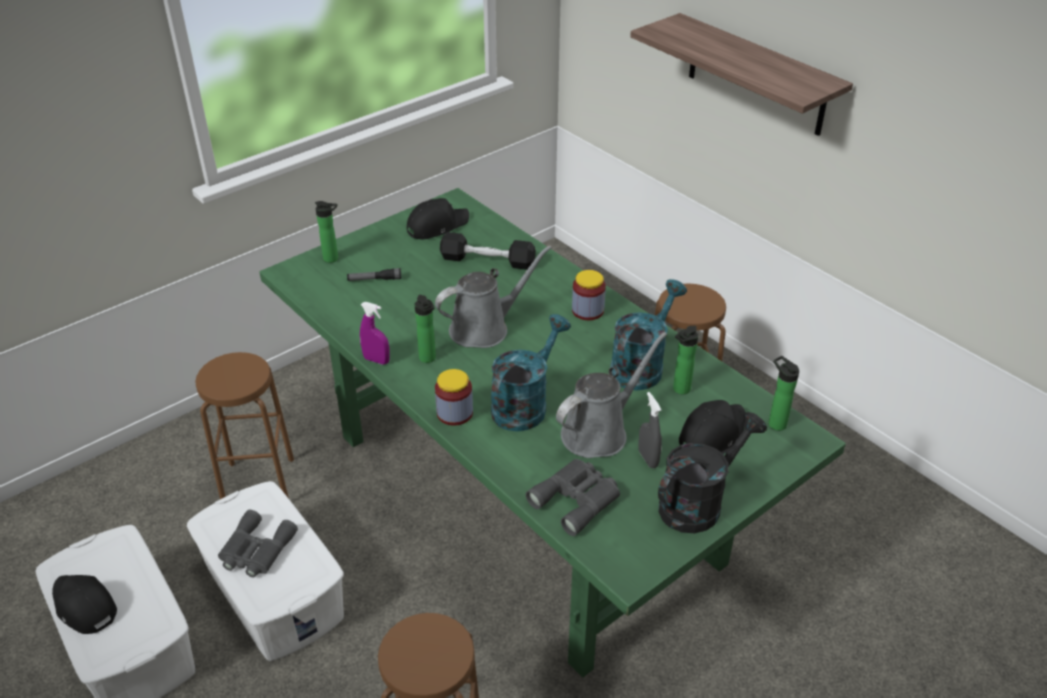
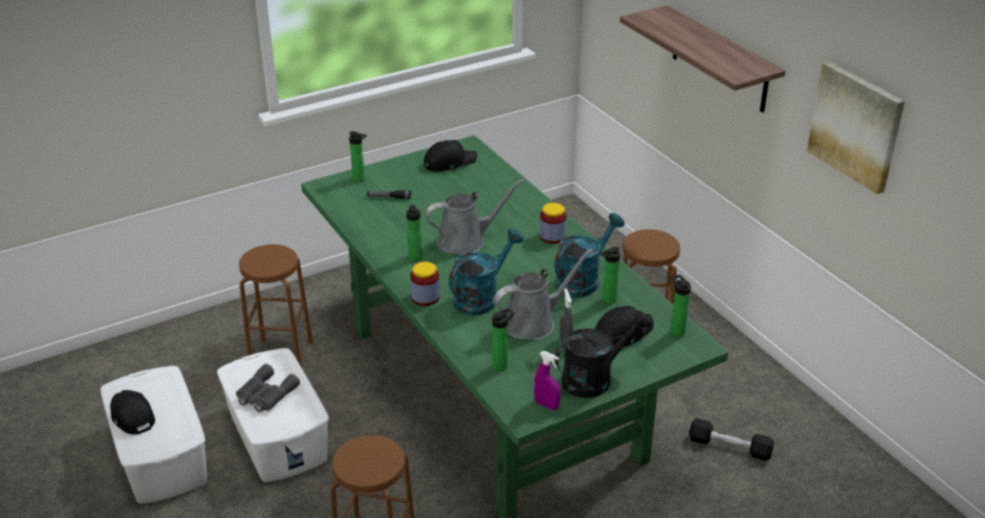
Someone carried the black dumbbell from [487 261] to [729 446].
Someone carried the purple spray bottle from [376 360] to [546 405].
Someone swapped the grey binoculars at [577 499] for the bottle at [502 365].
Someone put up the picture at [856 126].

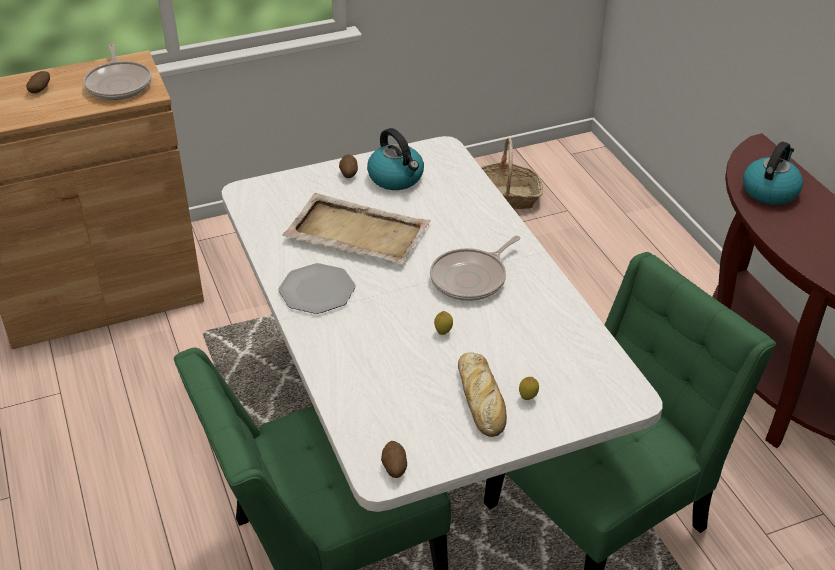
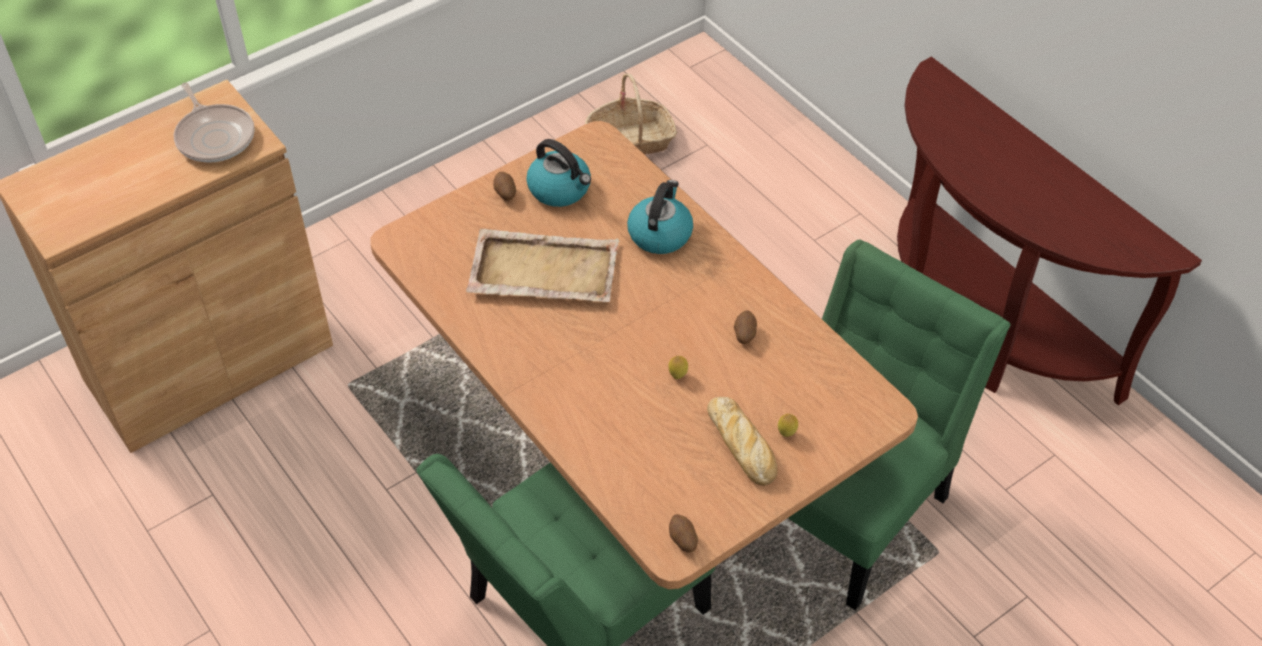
Someone carried the potato from [40 90] to [744 335].
Someone repainted the white dining table at [418 441], which became the brown dining table at [632 465].
Someone carried the kettle from [770 191] to [660 233].
Someone took away the frying pan at [471 278].
Someone took away the plate at [317 290].

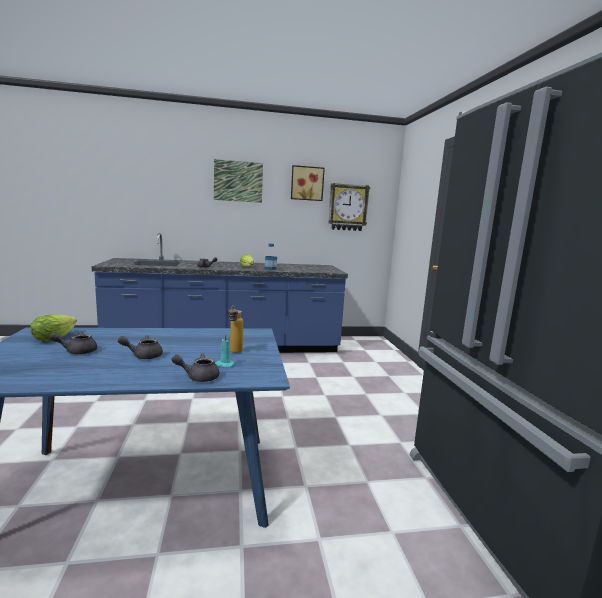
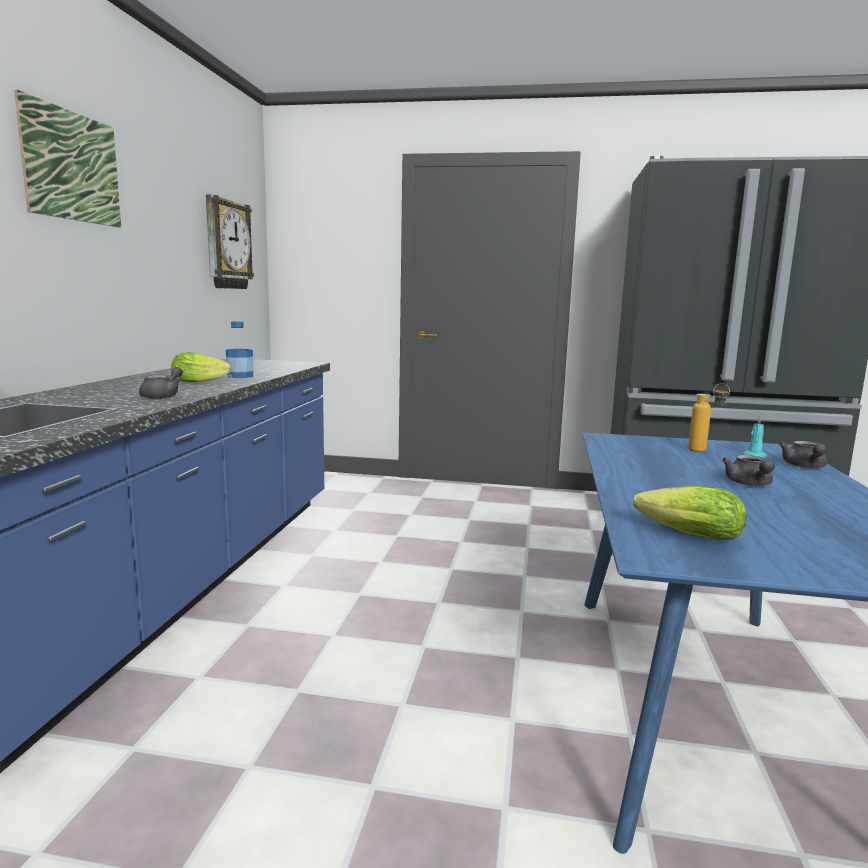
Someone took away the picture at [307 183].
Someone took away the grey teapot at [77 351].

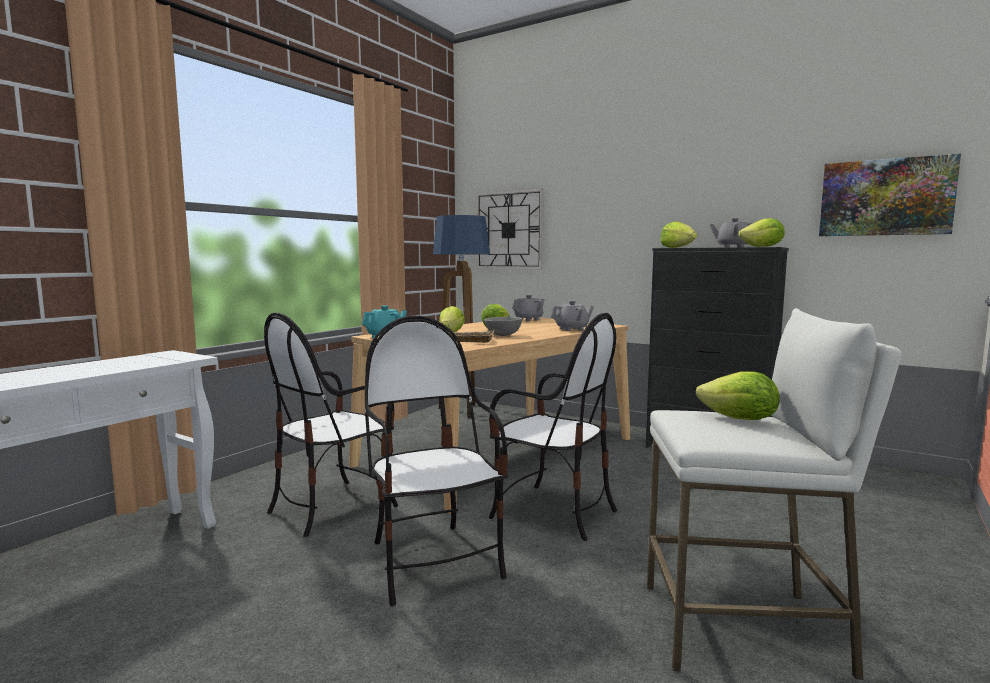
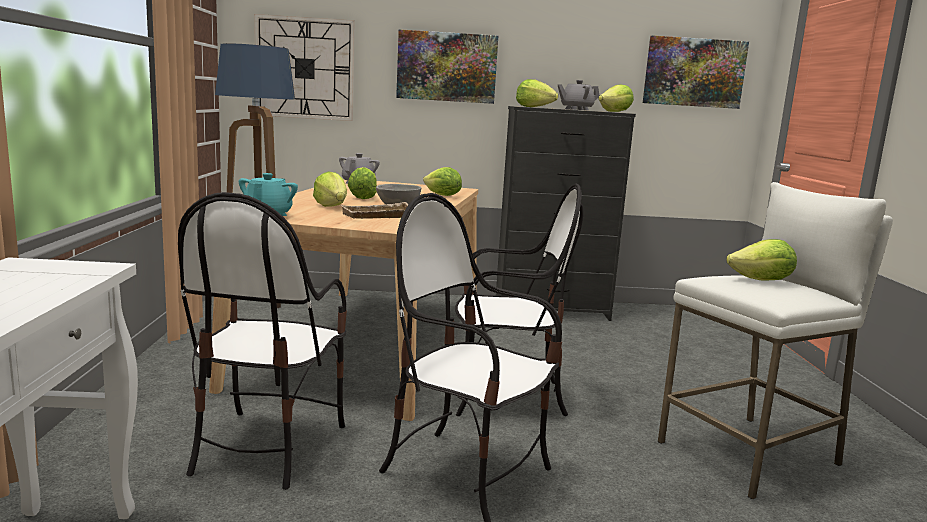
Someone swapped the grey teapot at [572 329] for the lettuce at [442 195].
Someone put up the picture at [446 67].

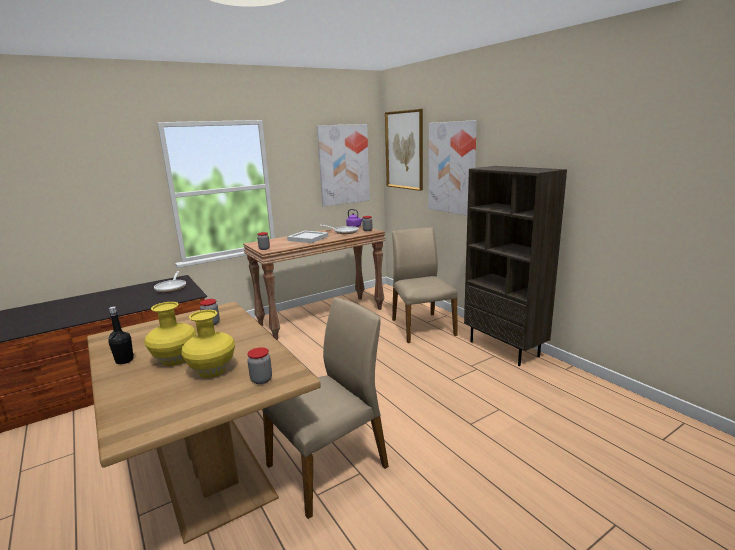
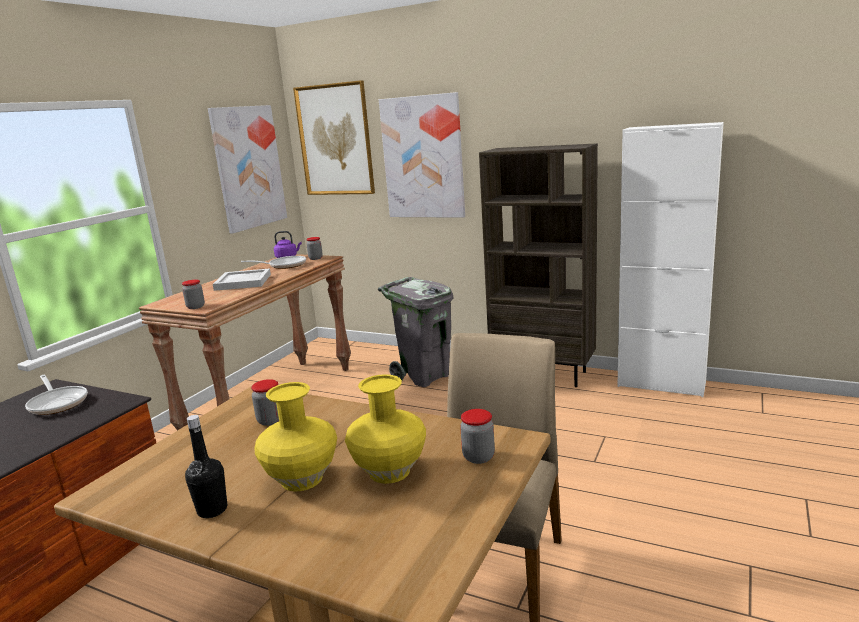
Someone swapped the beige chair at [421 327] for the grey trash can at [424 376].
Someone put down the white cabinet at [661 384].

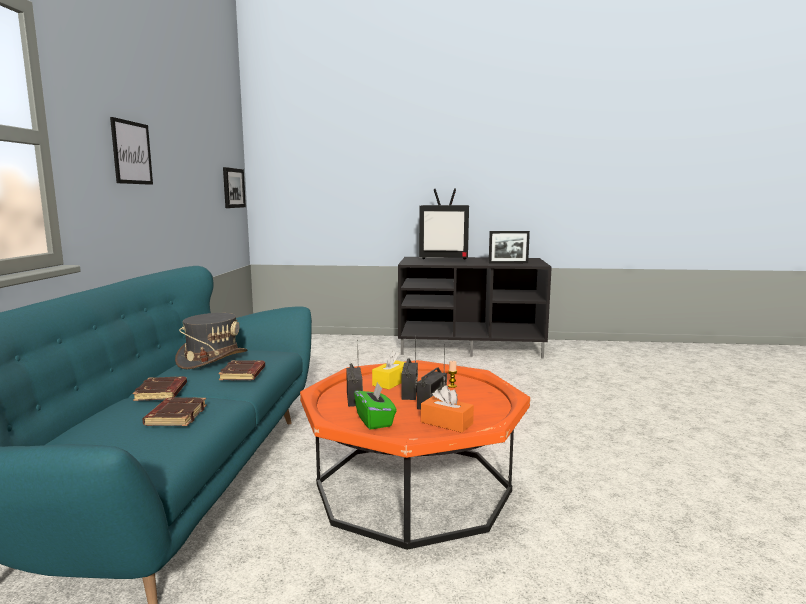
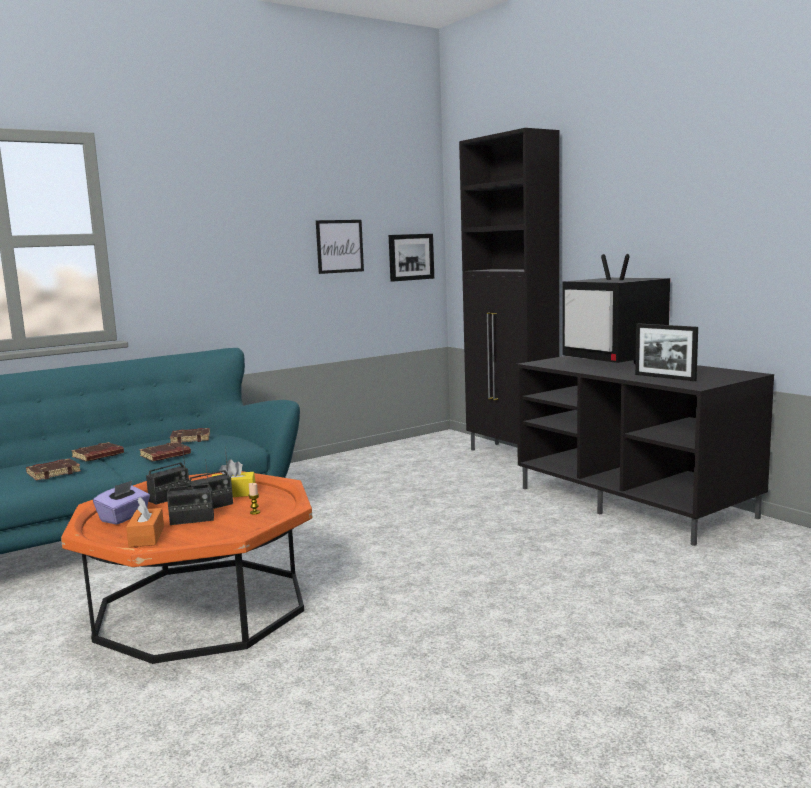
Someone carried the picture from [131 152] to [339 246].
Someone swapped the grey hat at [212 359] for the brown book at [191 439].
Someone repainted the green tissue box at [375 421], which became the purple tissue box at [124 517].
Someone put down the black cabinet at [512 455].

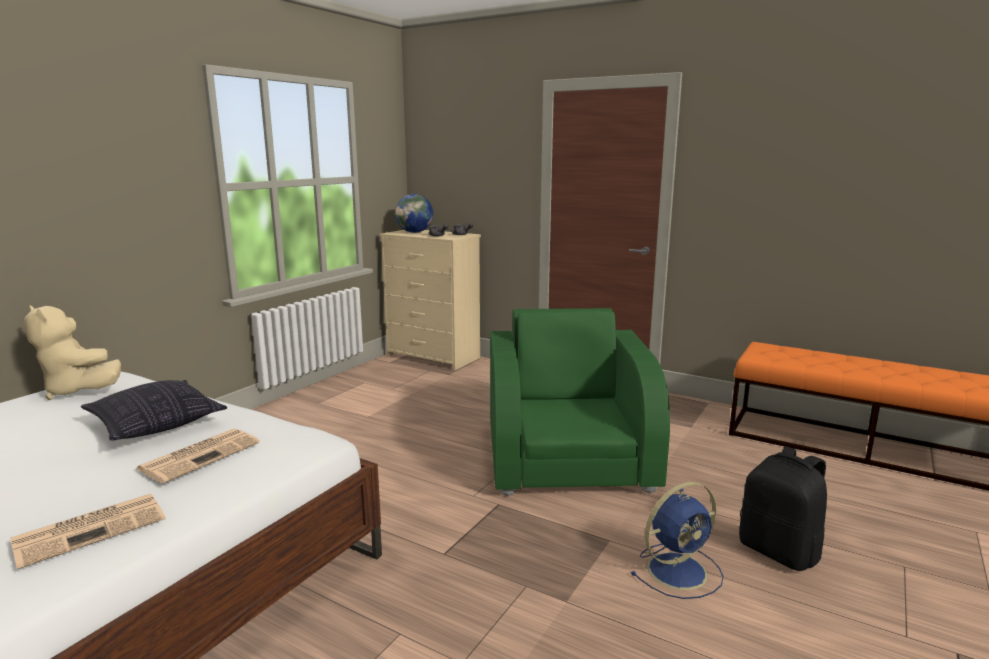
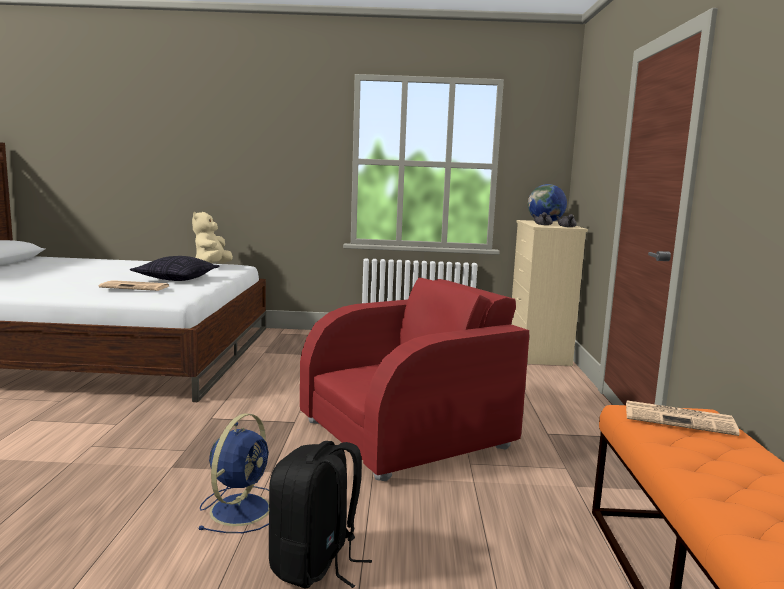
Someone repainted the green armchair at [568 457], which became the red armchair at [407 433].
Someone rotated the blue fan at [679 570] by 105 degrees counterclockwise.
Someone carried the newspaper from [92 529] to [680 419].

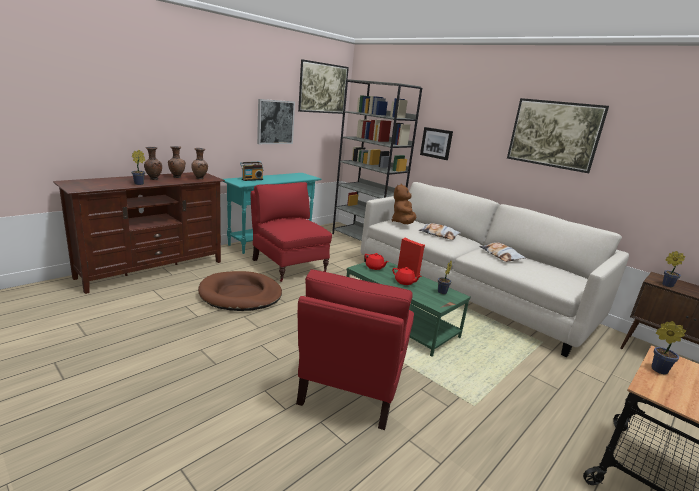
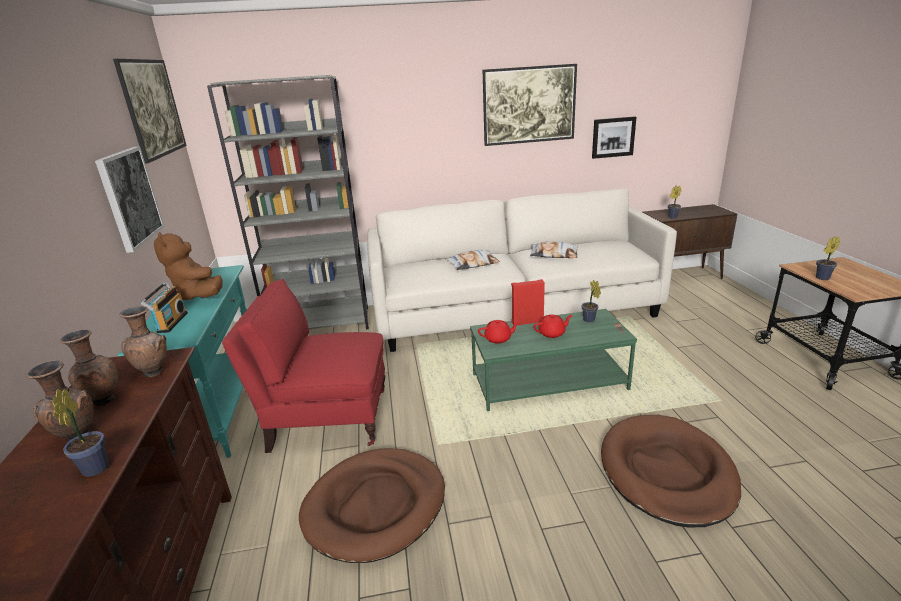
Someone carried the picture from [436 143] to [613 137].
Someone carried the brown plush toy from [403 223] to [198 296].
Someone swapped the red armchair at [352 386] for the brown dog bed at [666 472].

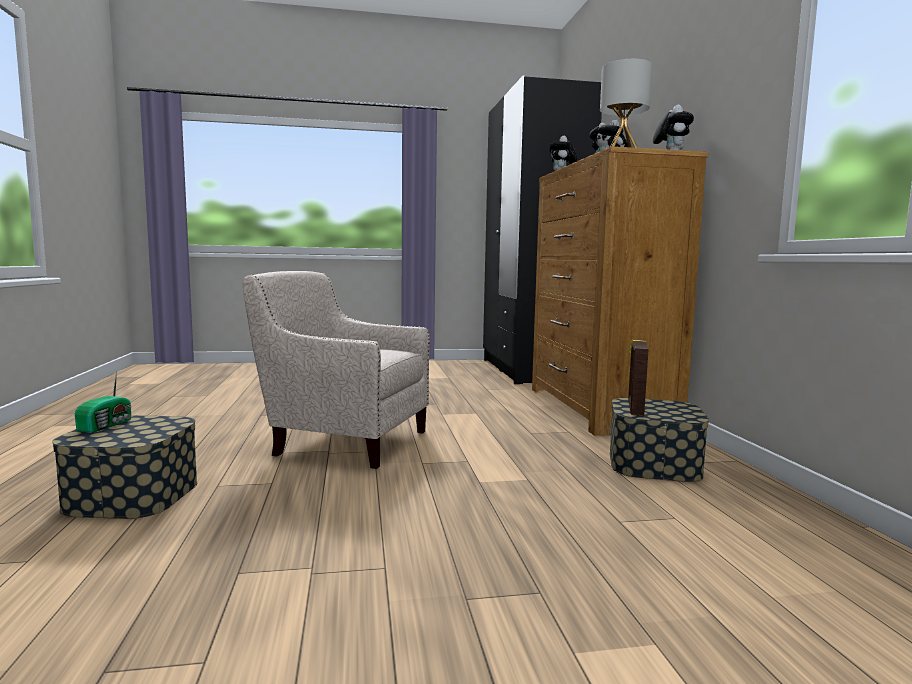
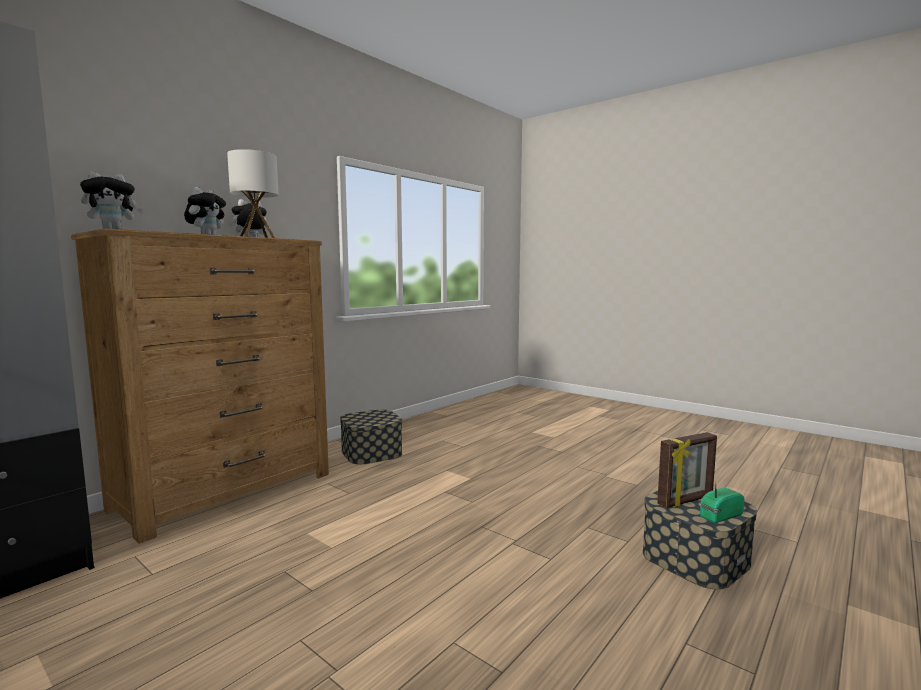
Someone took away the beige armchair at [345 440].
Someone carried the picture frame from [634 408] to [686 501].

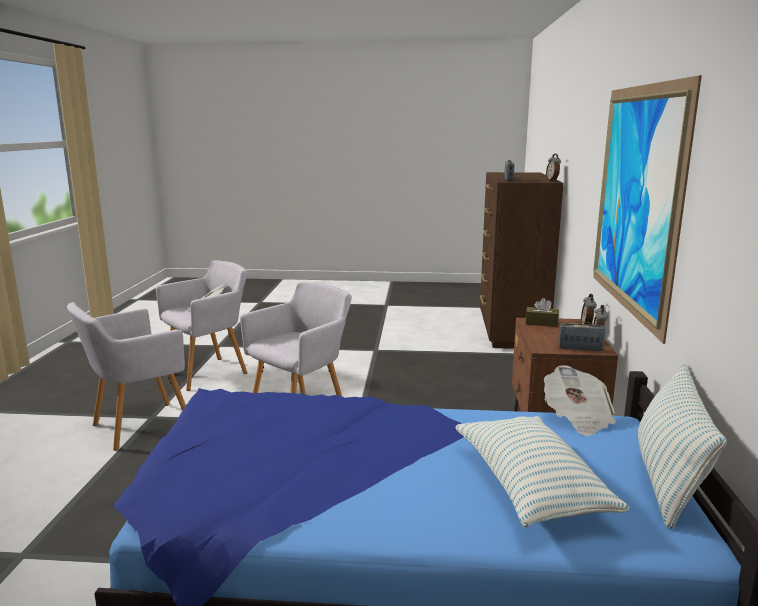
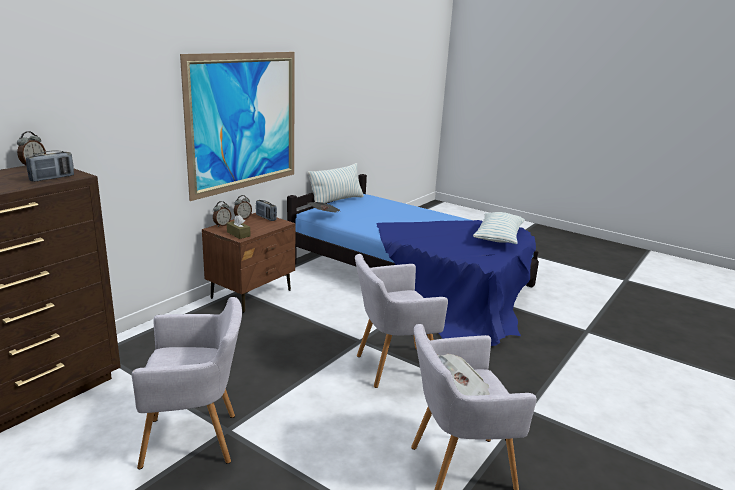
Someone carried the grey armchair from [137 426] to [195 440].
Someone carried the pillow from [530 487] to [498 238].

